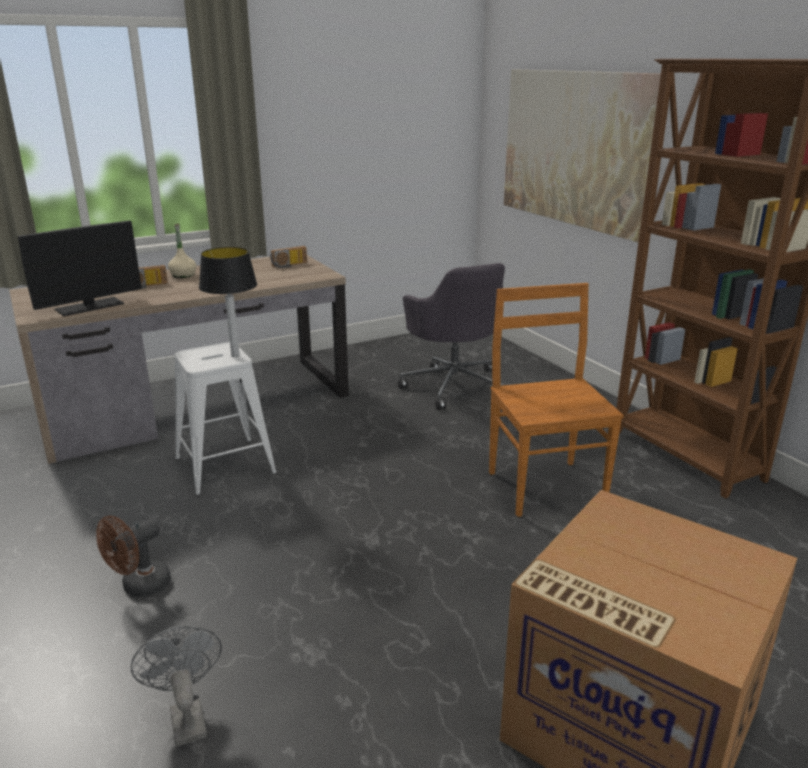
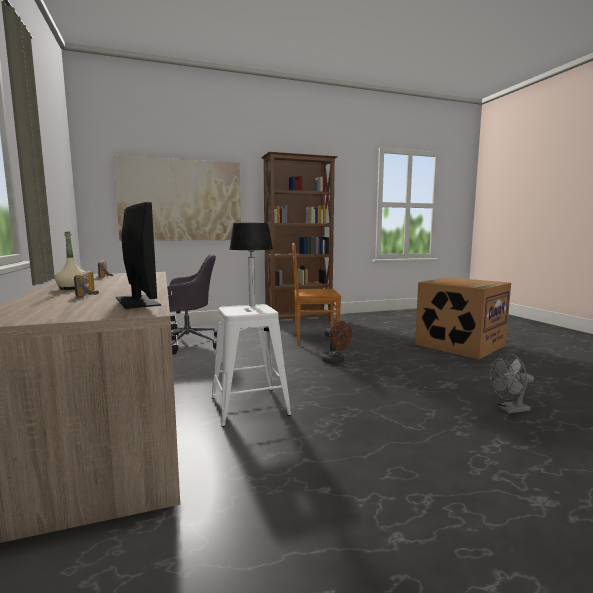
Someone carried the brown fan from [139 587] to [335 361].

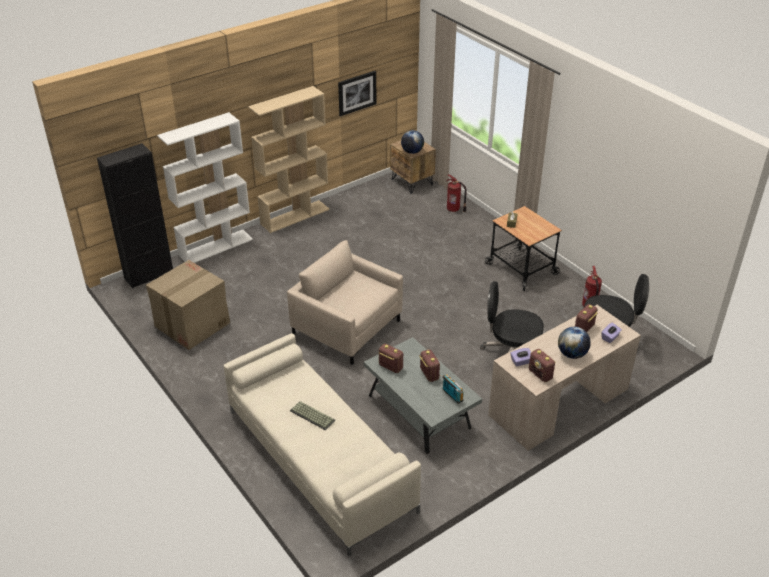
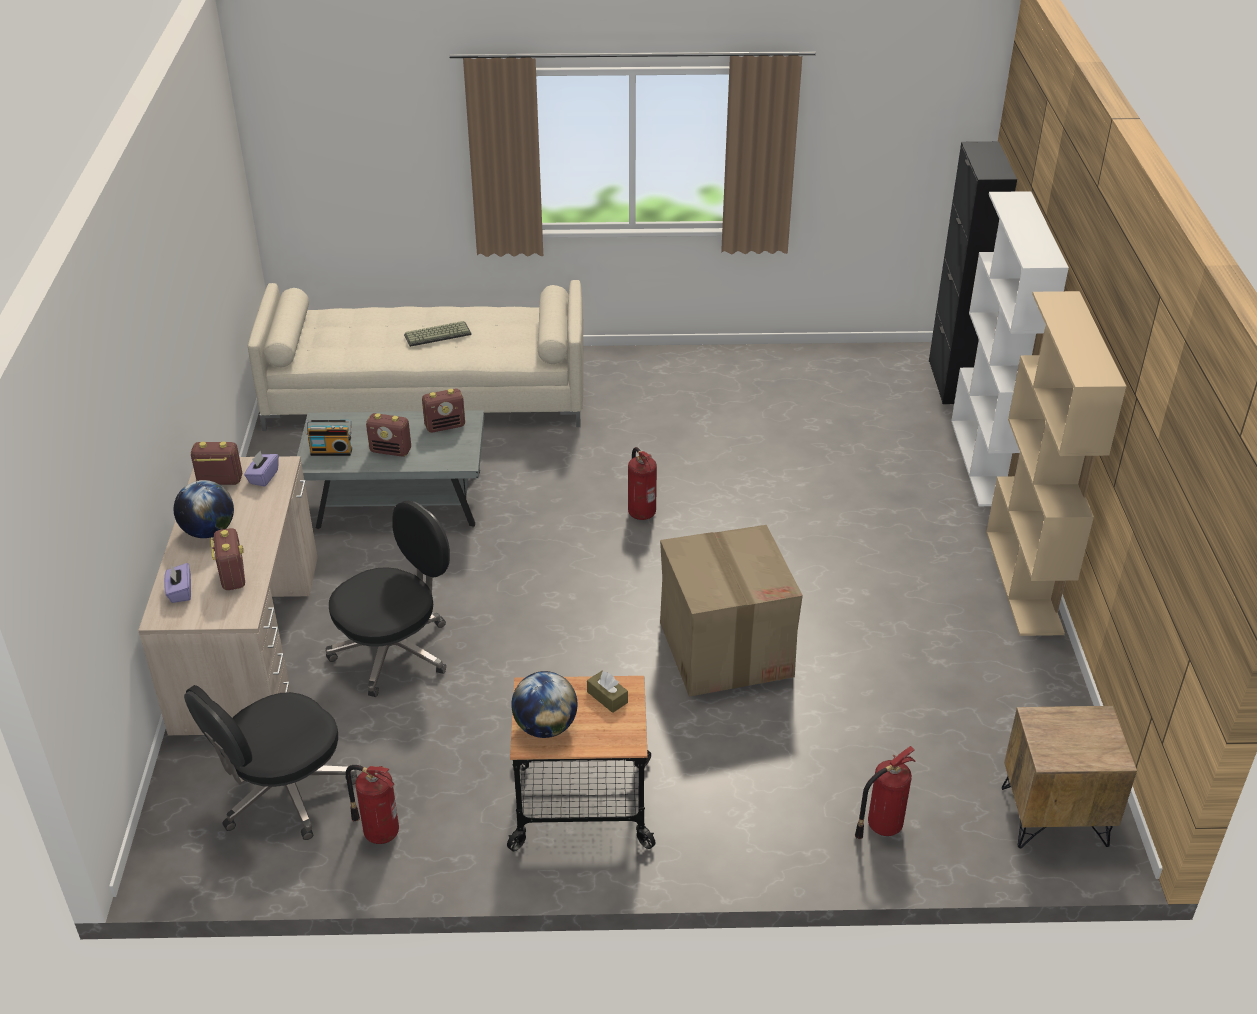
Someone took away the picture at [357 93].
Someone carried the globe from [412 152] to [545 727].
Someone swapped the beige armchair at [347 327] for the fire extinguisher at [641 512].
Someone carried the cardboard box from [192 325] to [725 648].

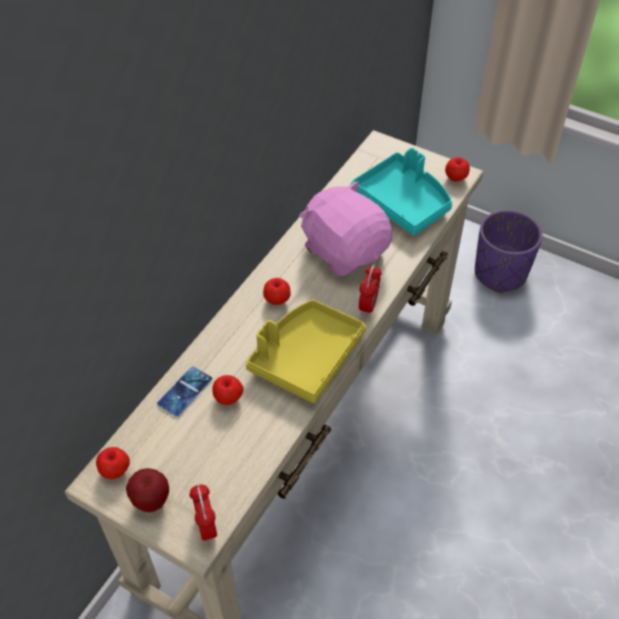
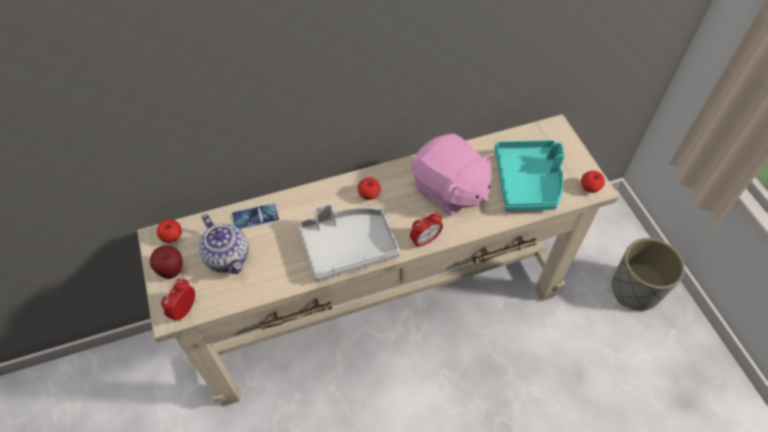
Someone rotated the pink plush toy at [345 250] by 135 degrees clockwise.
Someone repainted the purple planter at [500 273], which became the grey planter at [635 289].
Someone repainted the yellow tray at [306 357], which became the grey tray at [348 246].
Someone took away the apple at [228 398].
Someone put down the teapot at [228 257].

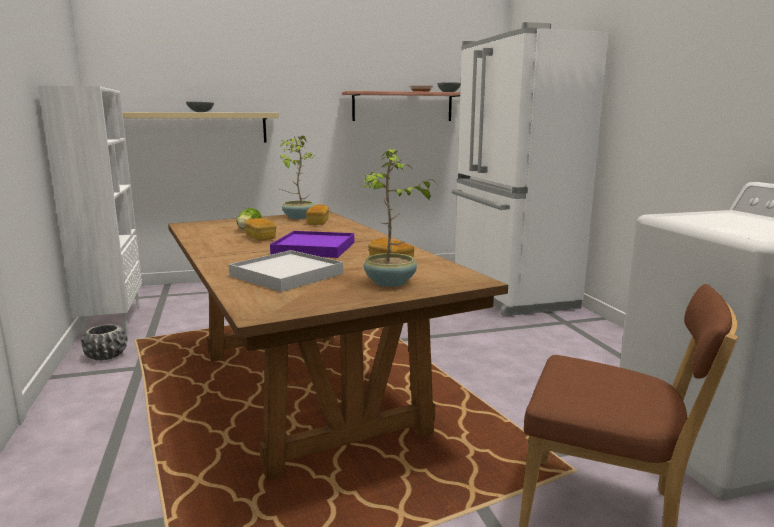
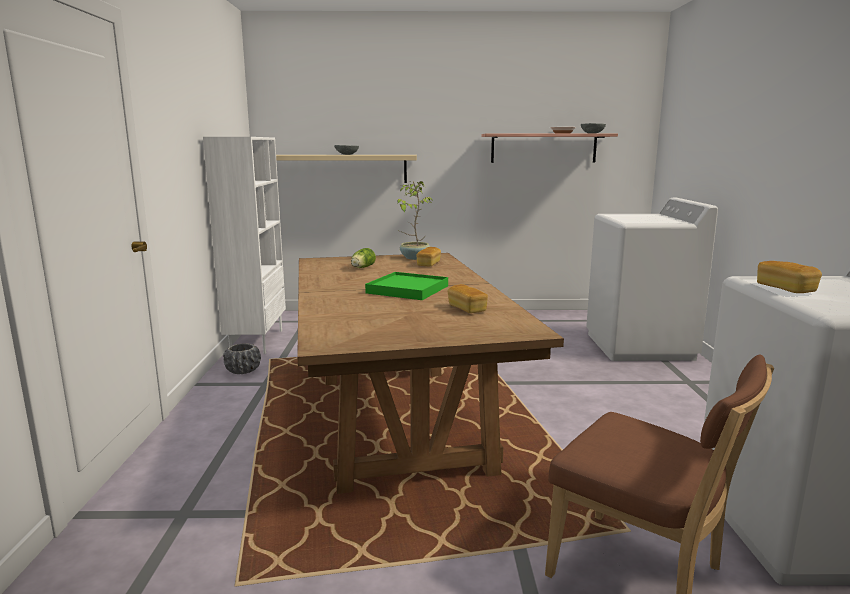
Someone swapped the white fridge at [509 294] for the white washing machine at [639 346].
Someone took away the potted plant at [390 283].
Someone carried the bread from [261 238] to [785 289].
Someone repainted the purple tray at [314 248], which became the green tray at [407 289].
Someone took away the white tray at [286 275].

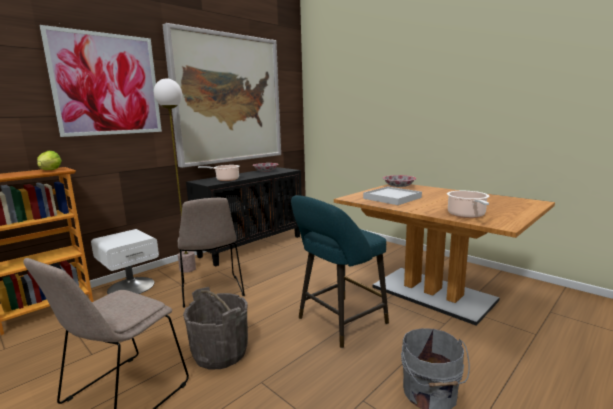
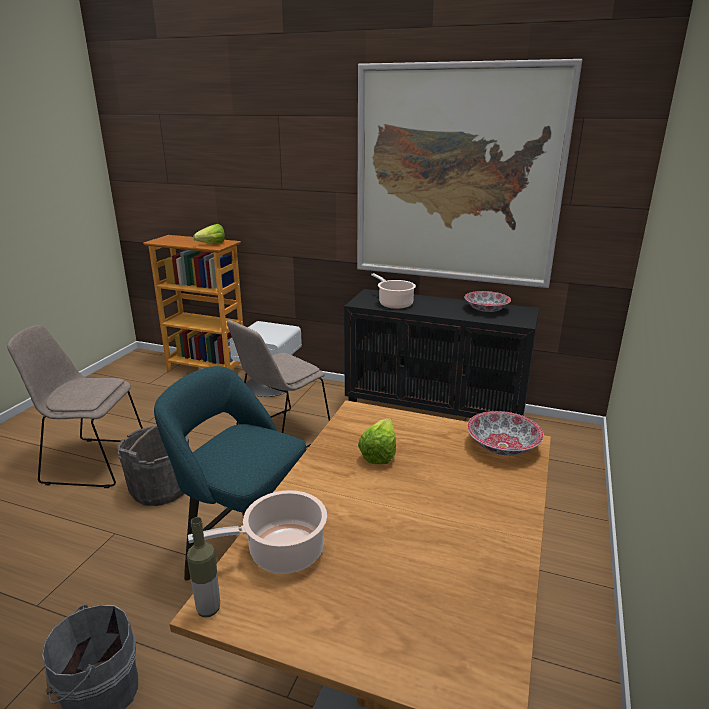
Someone took away the picture at [107 85].
Someone took away the floor lamp at [187 269].
Someone swapped the white tray at [392 198] for the lettuce at [382 452].
Someone put down the bottle at [208 609].

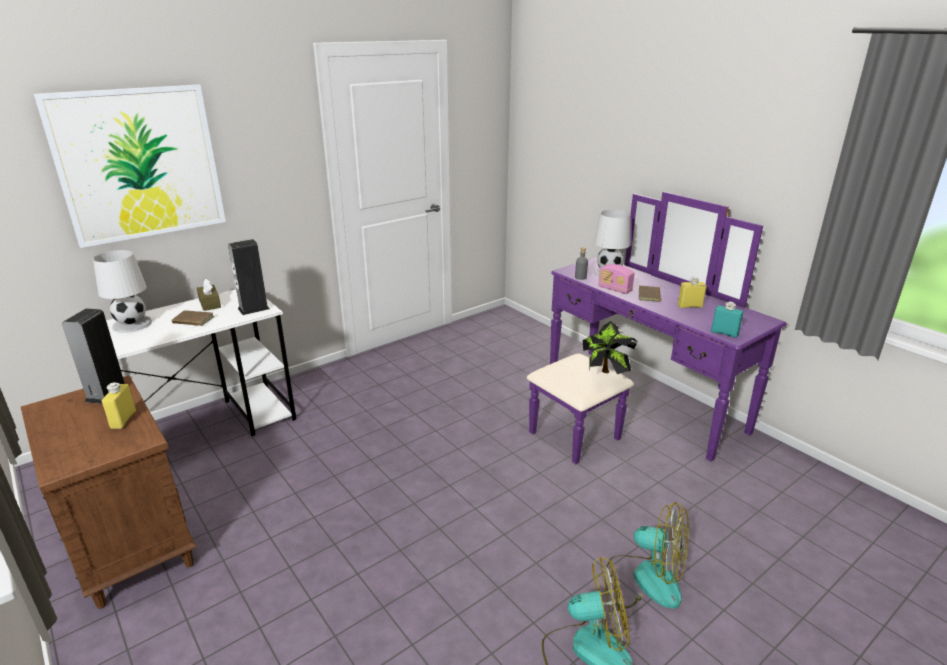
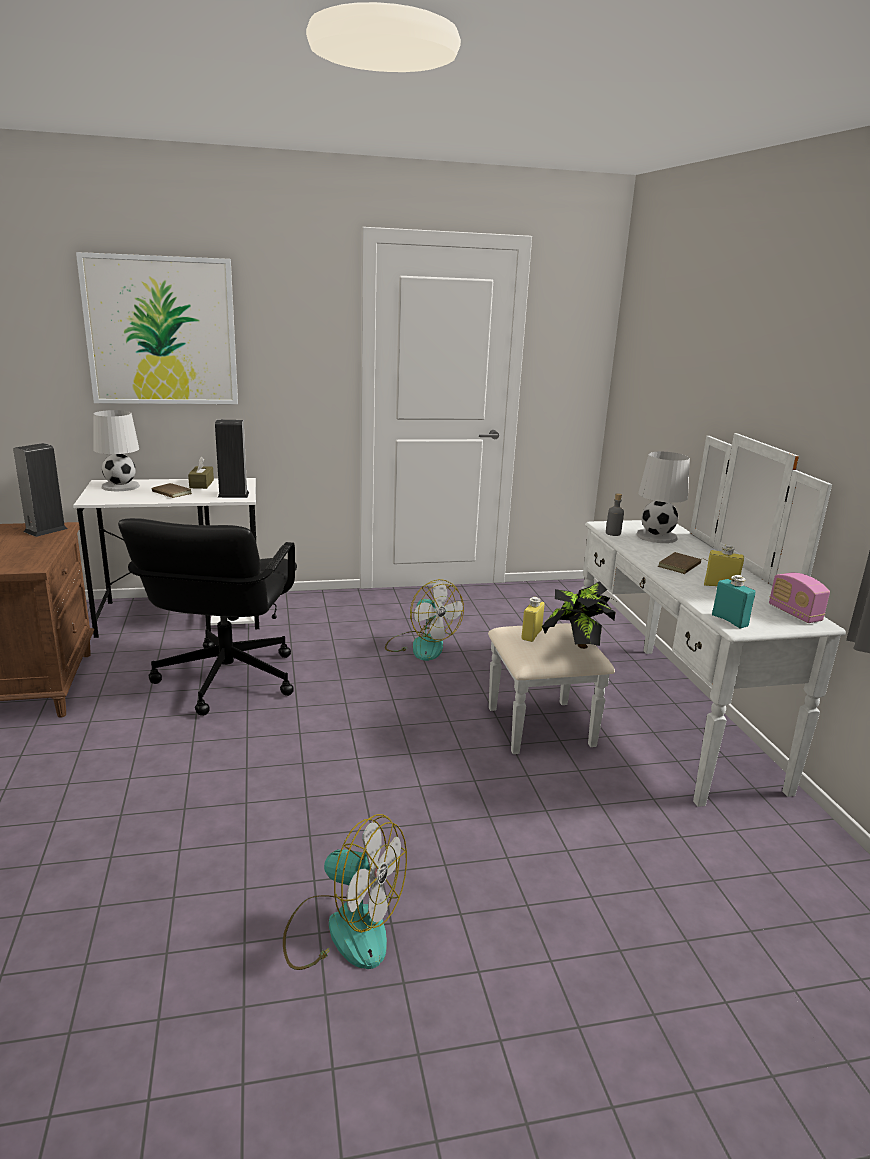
Someone repainted the purple dresser at [628 407], which became the white dresser at [640 718].
Someone carried the radio from [614 289] to [794 613].
Someone carried the yellow bottle from [123 419] to [531 635].
Someone carried the fan from [644 580] to [421 645].
Someone put down the black office chair at [225 679].

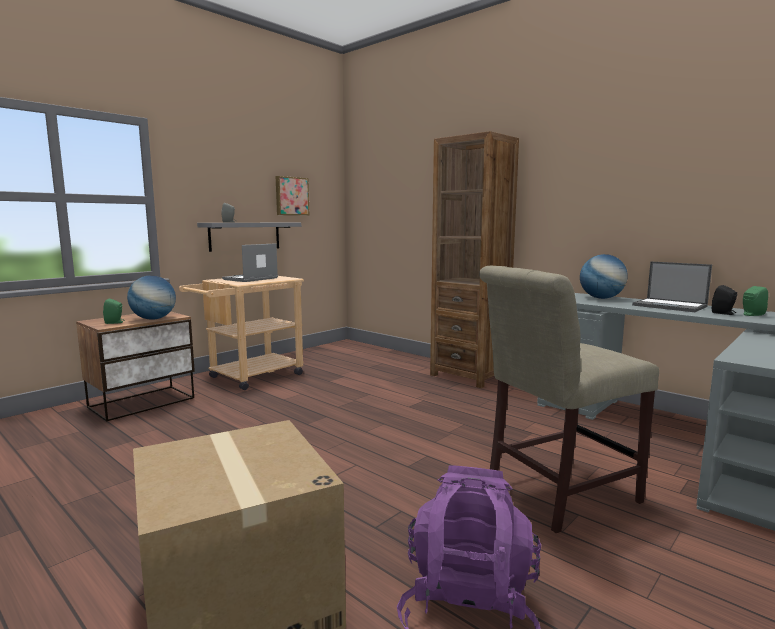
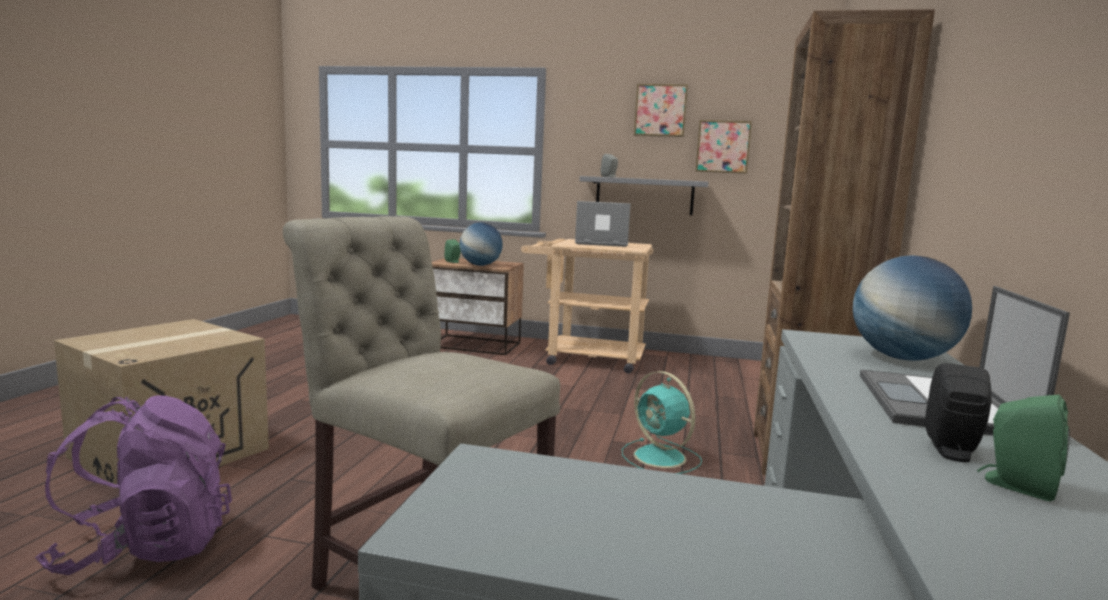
Someone put up the picture at [660 110].
Someone put down the turquoise fan at [661 458].

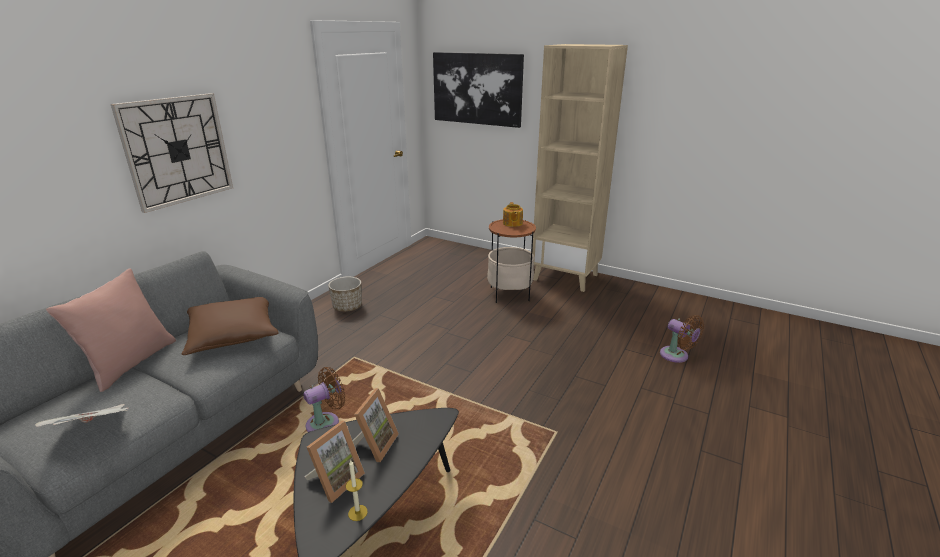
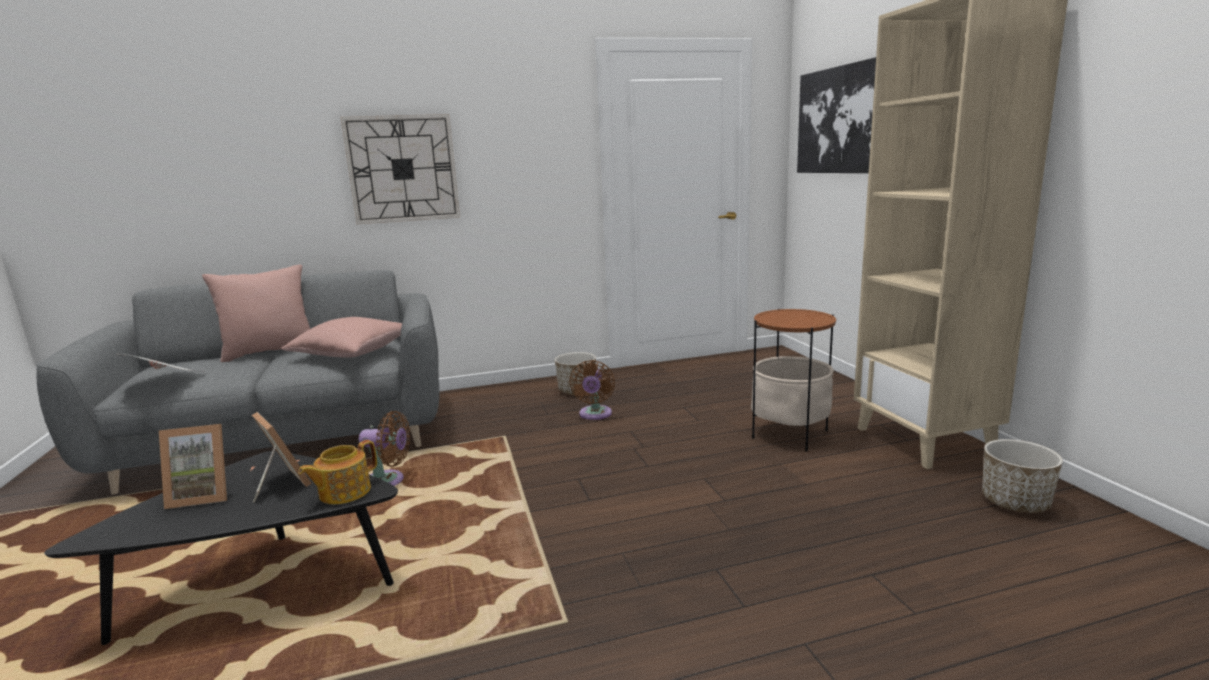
Someone carried the teapot from [512 223] to [343 492].
Someone repainted the brown pillow at [233 335], which became the pink pillow at [353 352].
Someone carried the brown fan from [676 356] to [595 415].
Someone rotated the picture frame at [374 444] by 105 degrees counterclockwise.
Someone took away the candle at [357 513].
Someone put down the planter at [1015 502].

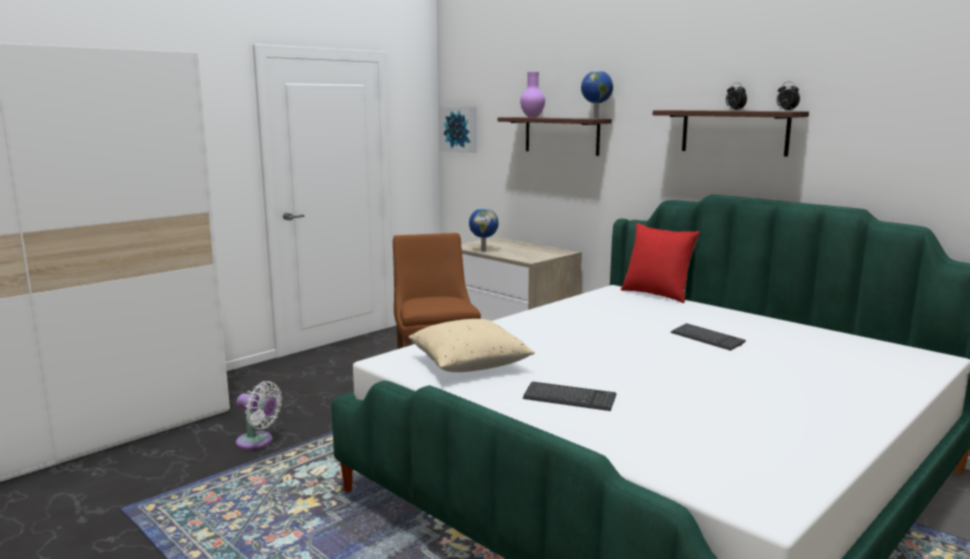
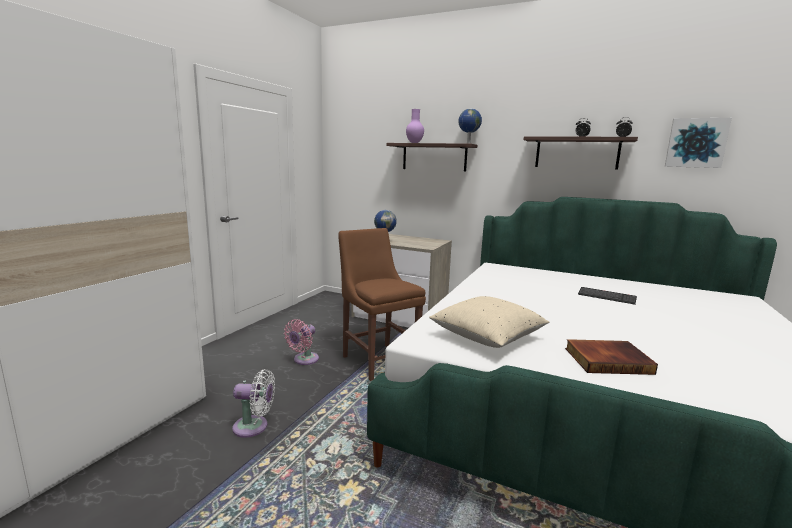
Someone carried the picture from [460 129] to [696 143].
Someone took away the red pillow at [657 294].
Someone swapped the keyboard at [569 398] for the book at [607 360].
Someone put down the pink fan at [304 360].

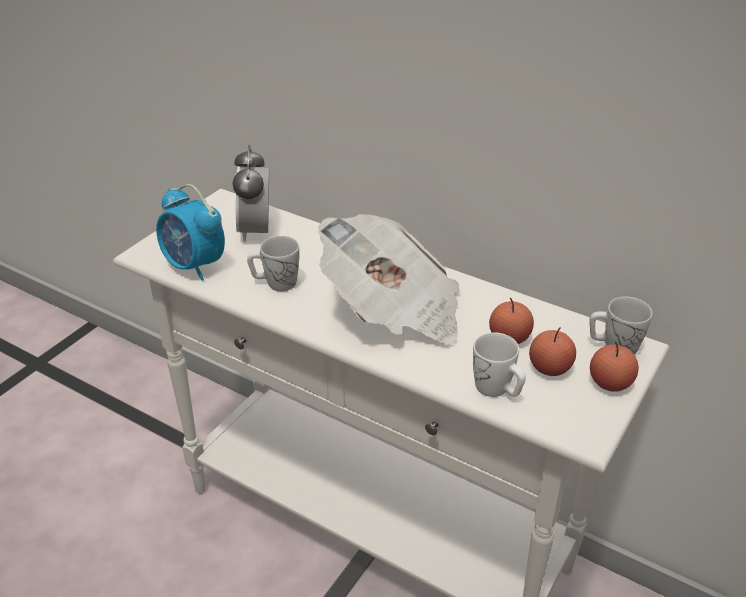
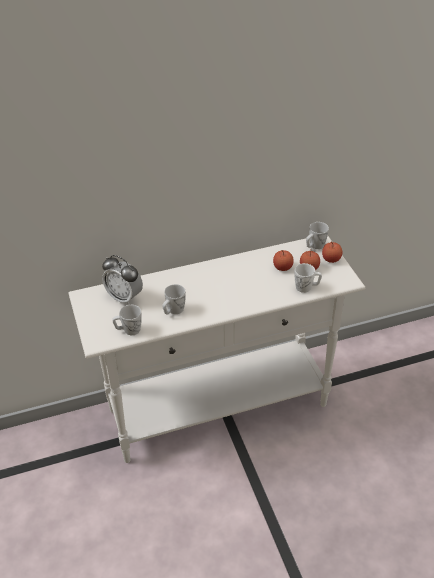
Someone swapped the alarm clock at [194 266] for the white mug at [128 330].
Someone took away the newspaper at [393 310].

